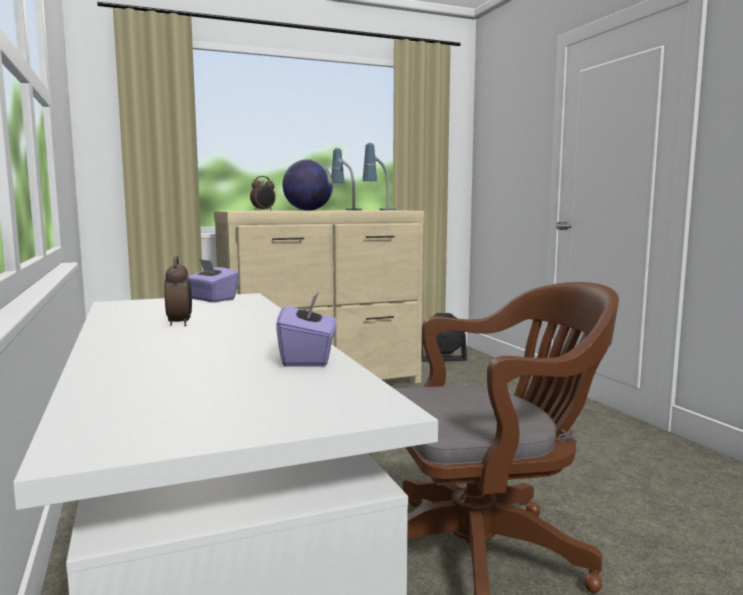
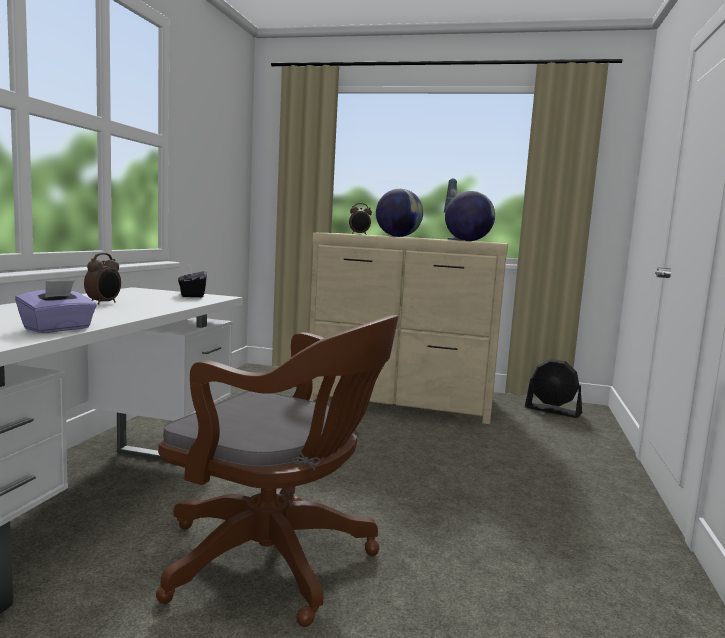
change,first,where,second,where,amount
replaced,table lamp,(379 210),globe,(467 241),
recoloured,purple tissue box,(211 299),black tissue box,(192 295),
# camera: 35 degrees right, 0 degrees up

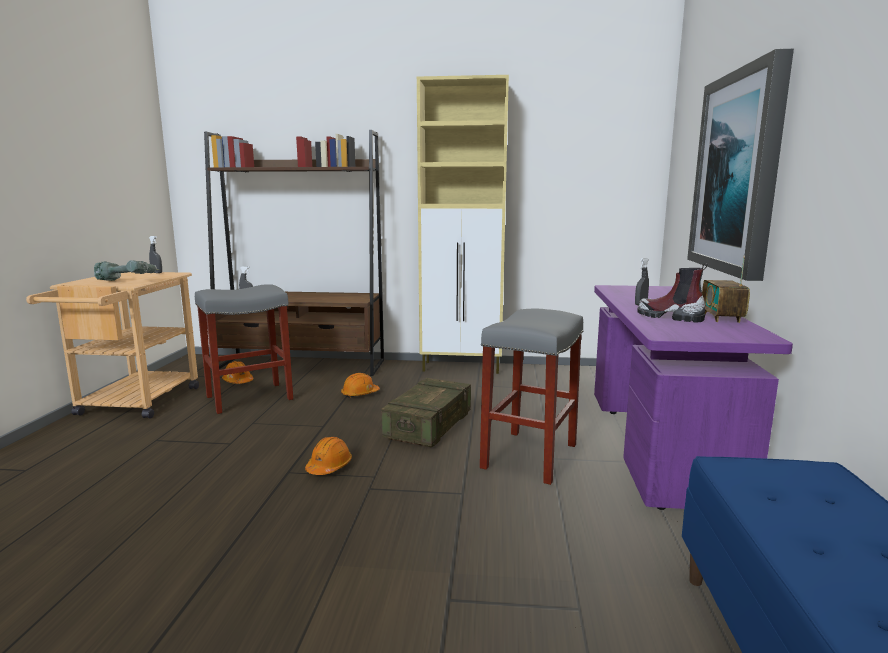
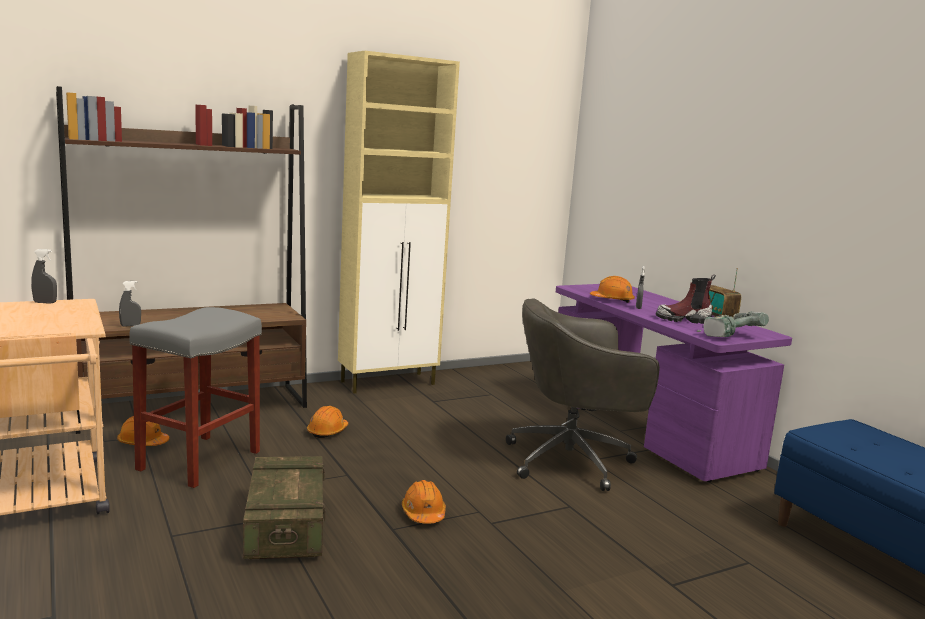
change,first,where,second,where,amount
removed,picture,(738 173),,,
added,,,orange hard hat,(612 300),
moved,power drill,(128 281),,(729 335),
moved,crate,(429 426),,(286 526),
replaced,grey stool,(529 455),grey office chair,(573 461),
# camera: 35 degrees left, 0 degrees up

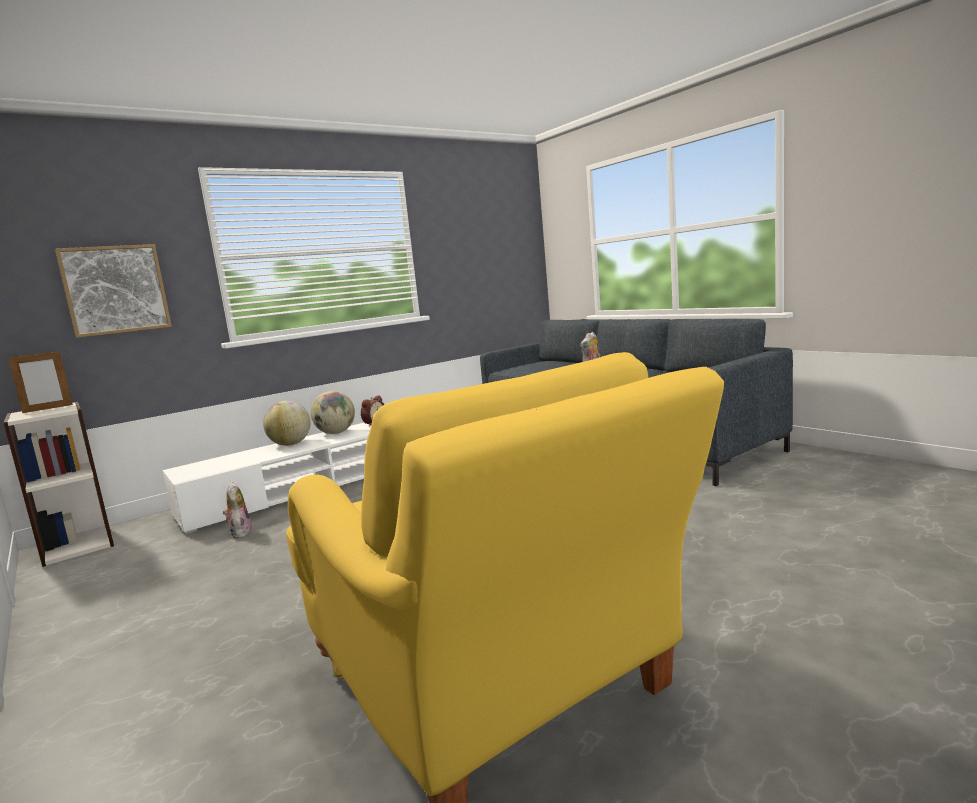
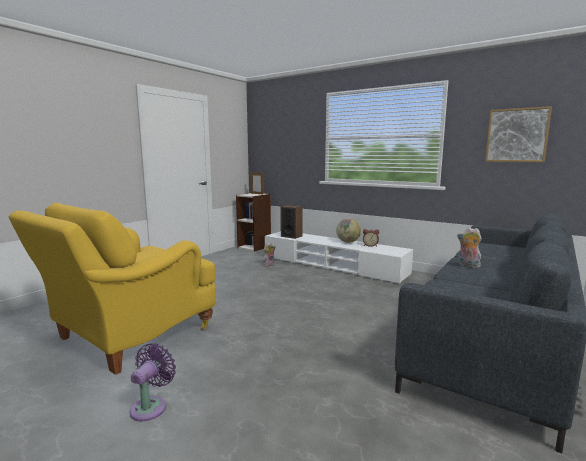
change,first,where,second,where,amount
removed,globe,(290 444),,,
added,,,purple fan,(151 406),
added,,,speaker,(291 236),
moved,picture,(116 289),,(517 135),
# camera: 70 degrees right, 0 degrees up

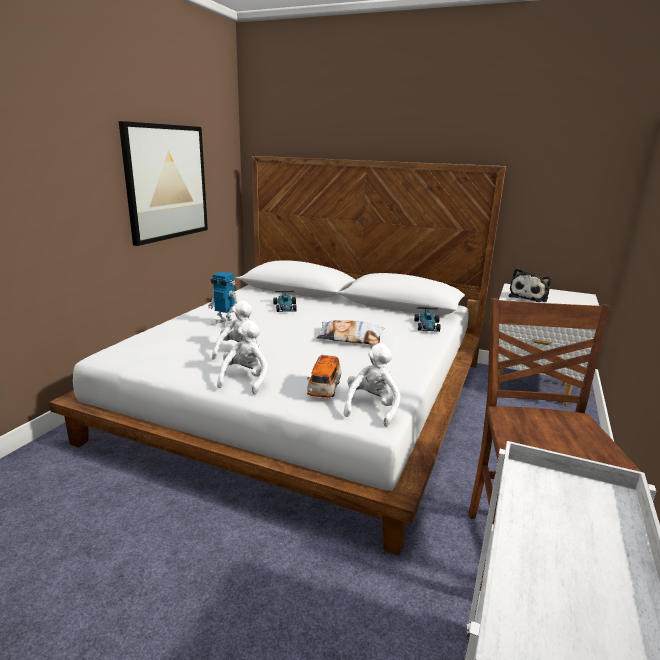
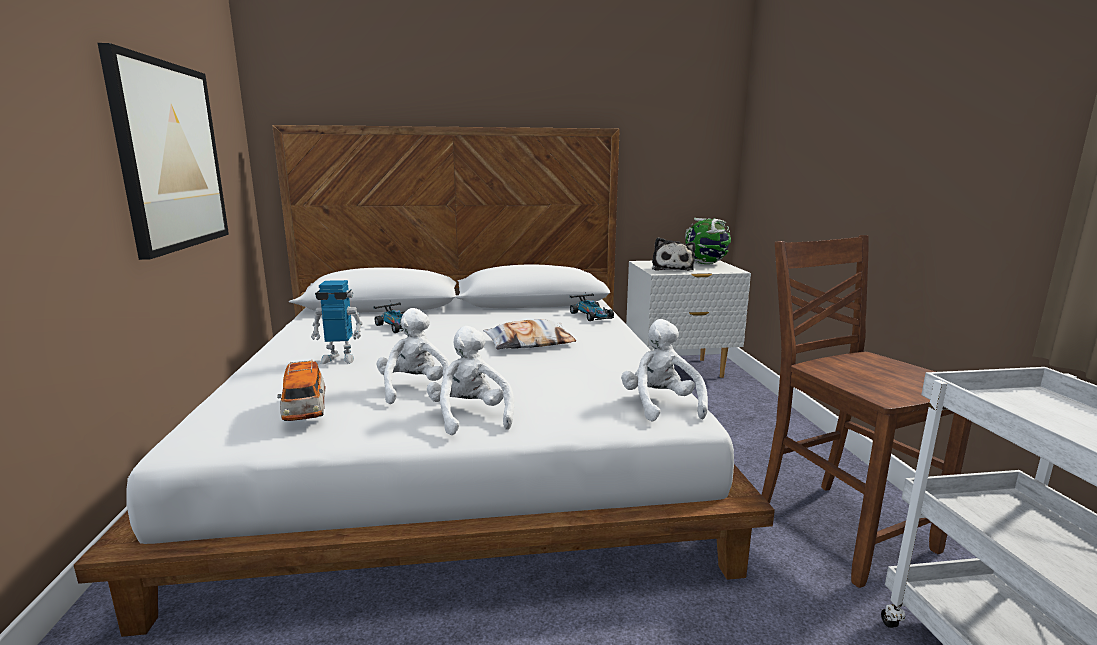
change,first,where,second,where,amount
added,,,globe,(706 264),
moved,toy car,(324 389),,(305 411),
# camera: 30 degrees left, 5 degrees down

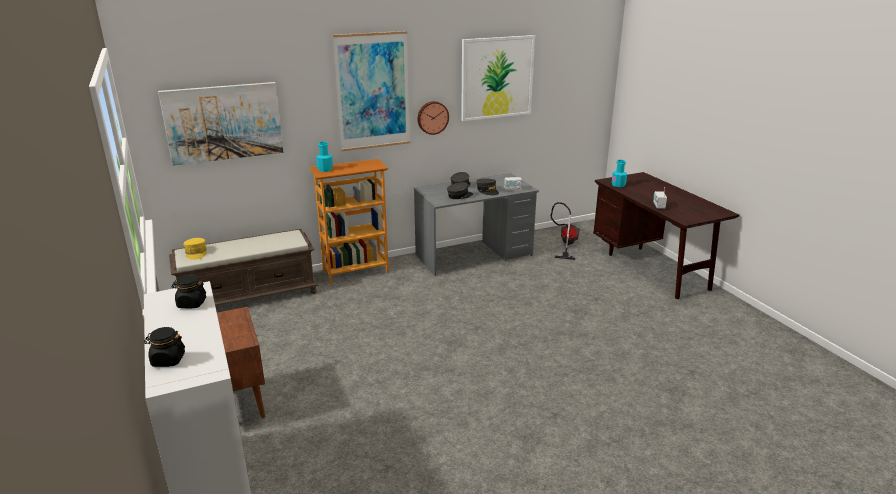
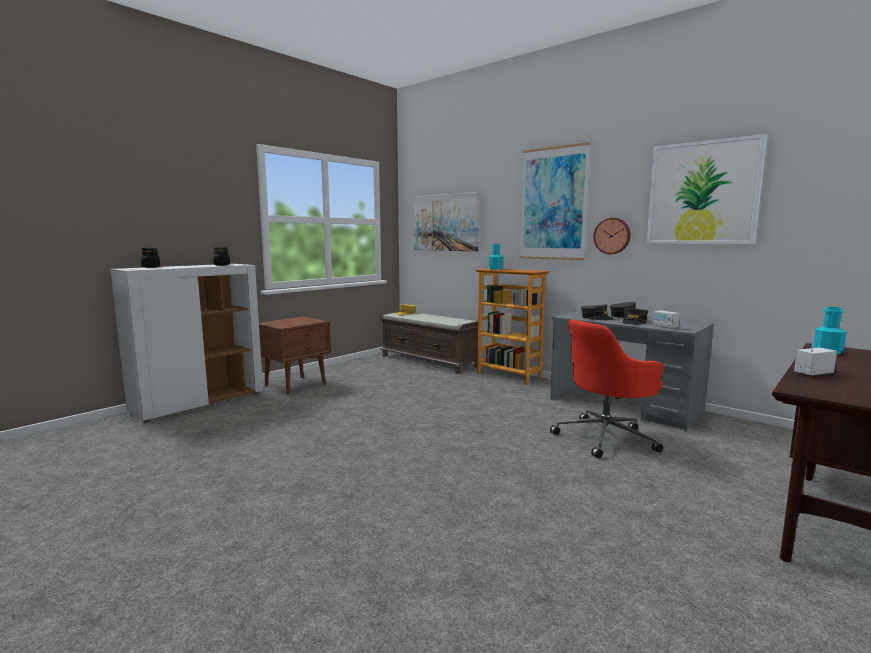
change,first,where,second,where,amount
removed,vacuum cleaner,(565 244),,,
added,,,red office chair,(606 438),
# camera: 65 degrees right, 15 degrees down

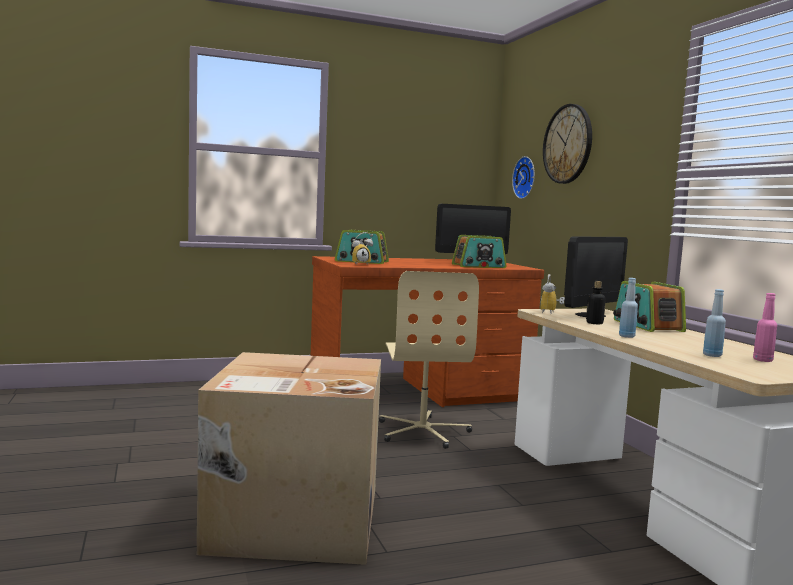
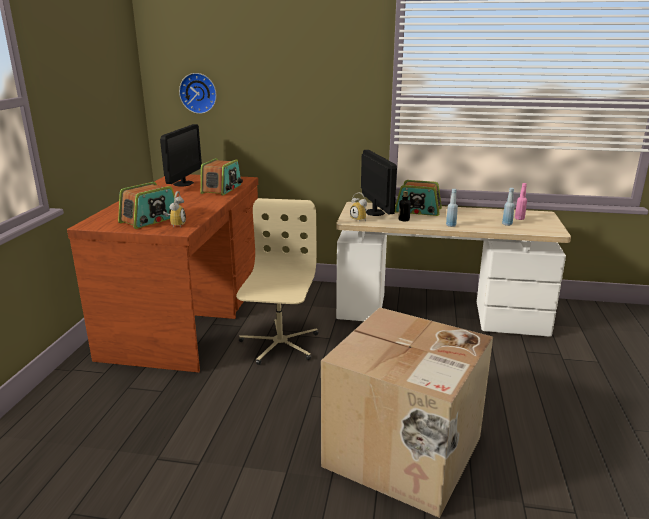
change,first,where,second,where,amount
removed,wall clock,(568 144),,,
turned,beige office chair,(423 431),,(279 344),105 degrees counterclockwise
# camera: 60 degrees left, 15 degrees up

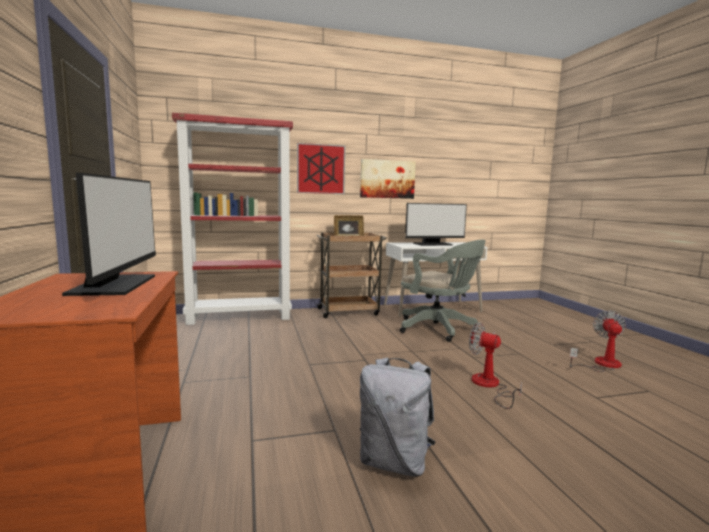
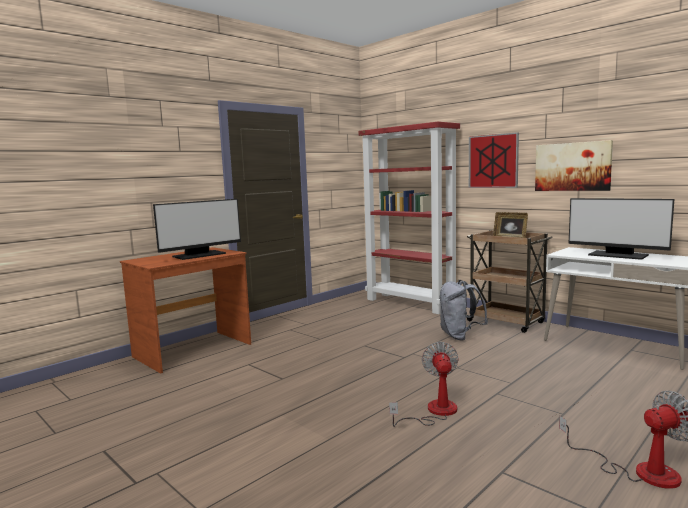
change,first,where,second,where,amount
removed,grey office chair,(439 329),,,
moved,grey backpack,(394 462),,(460 336),
# camera: 60 degrees right, 0 degrees up

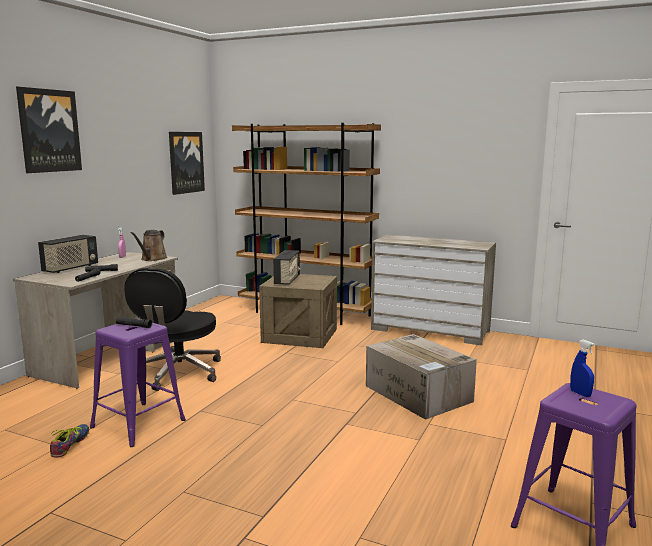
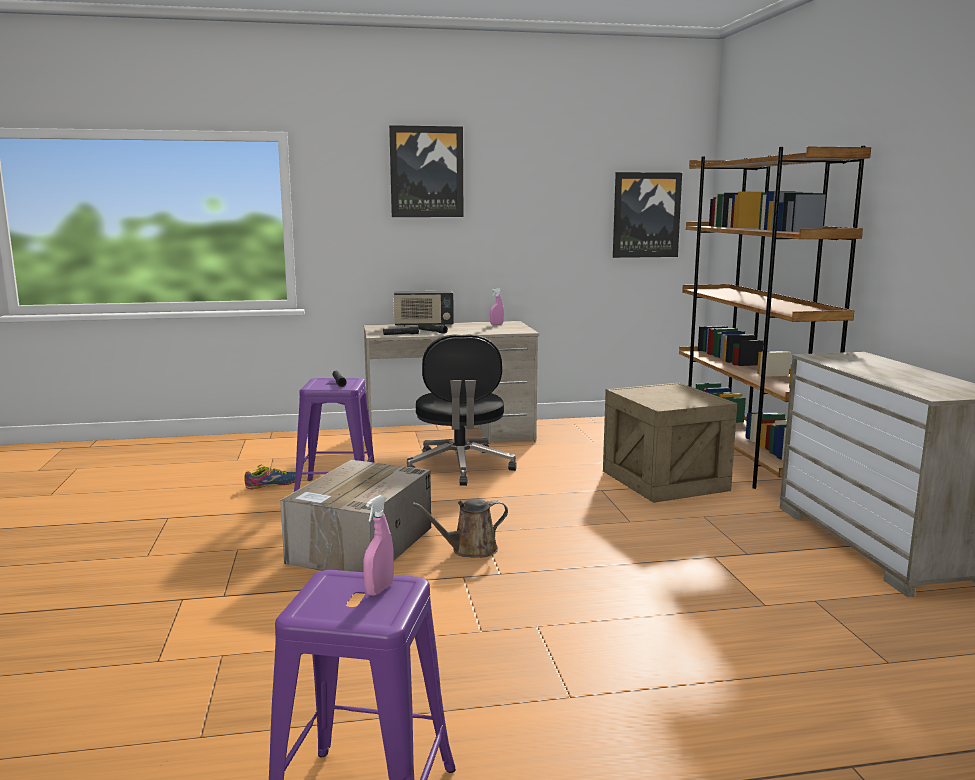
change,first,where,second,where,amount
removed,radio,(287 280),,,
moved,brown watering can,(152 259),,(470 550),
moved,cardboard box,(419 394),,(360 545),
recoloured,blue spray bottle,(580 393),pink spray bottle,(379 589),
turned,black office chair,(178 373),,(460 467),75 degrees counterclockwise
# camera: 55 degrees right, 0 degrees up

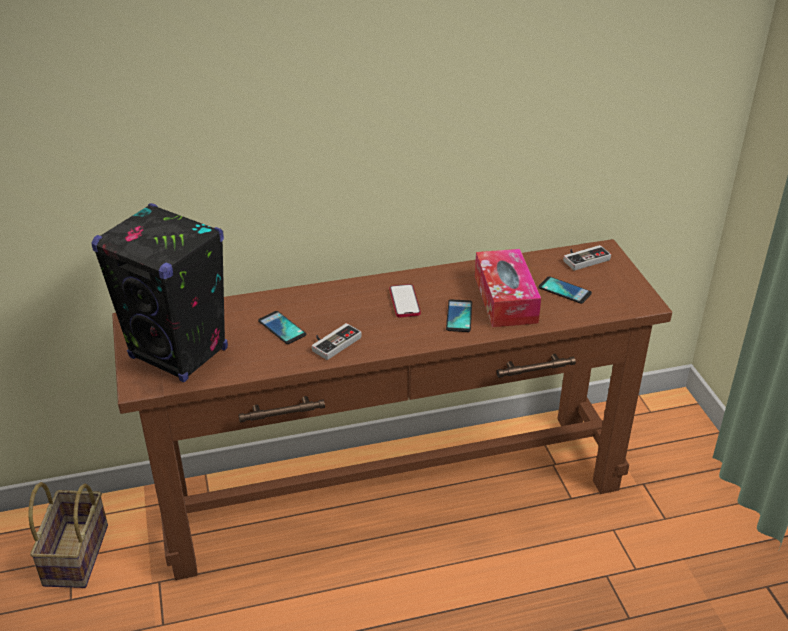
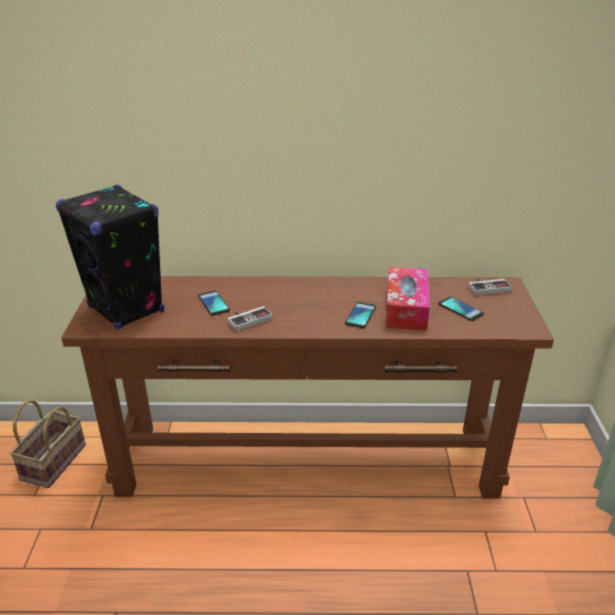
change,first,where,second,where,amount
removed,phone,(404 302),,,
# camera: 15 degrees right, 5 degrees down

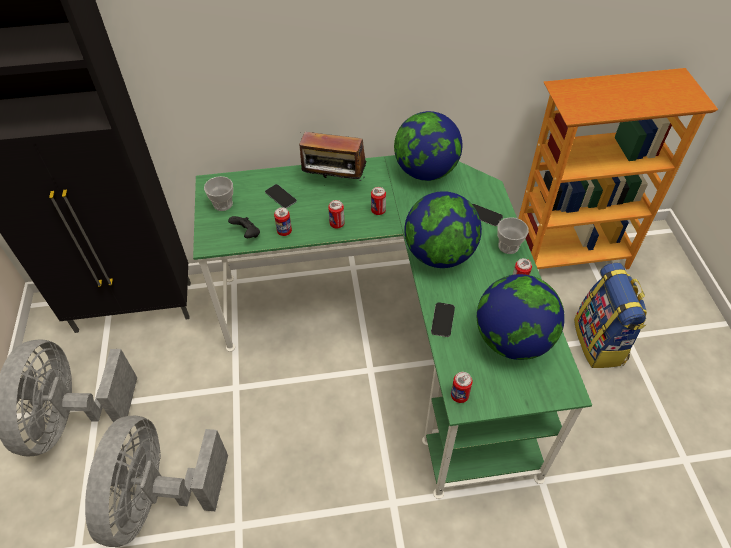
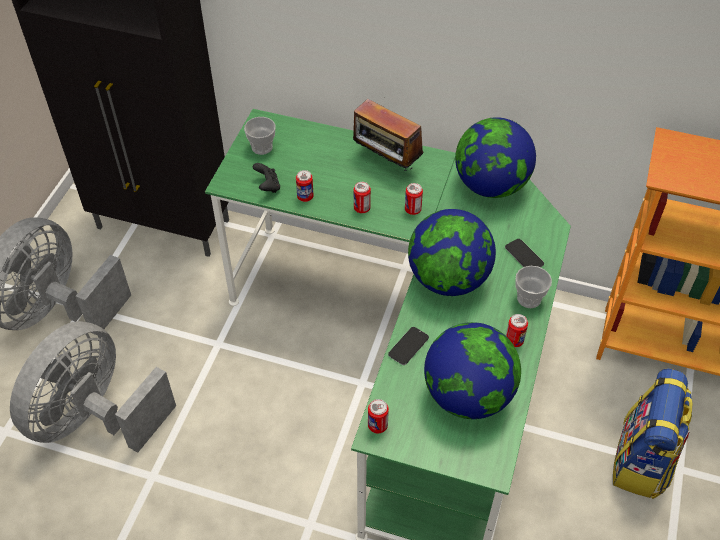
change,first,where,second,where,amount
removed,phone,(280 196),,,
# camera: 25 degrees right, 0 degrees up

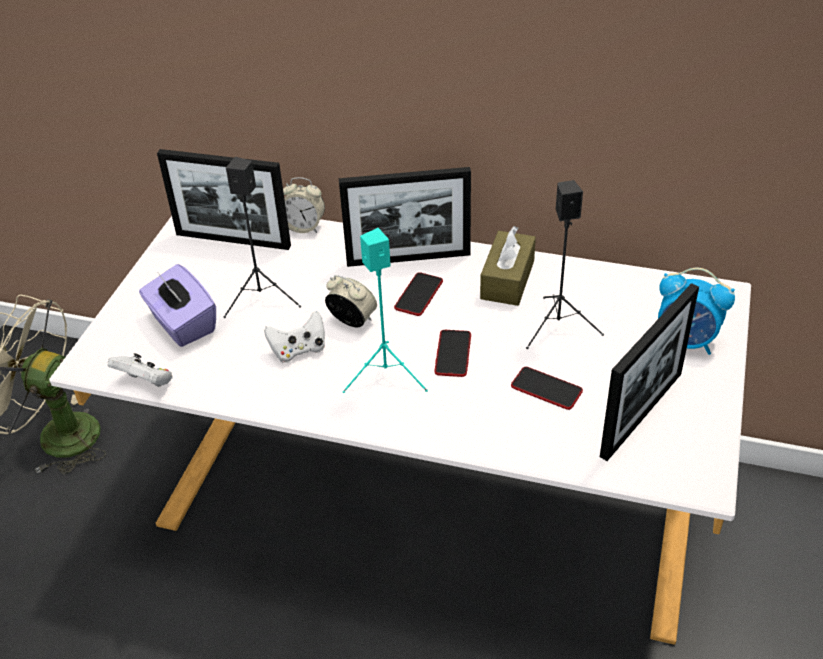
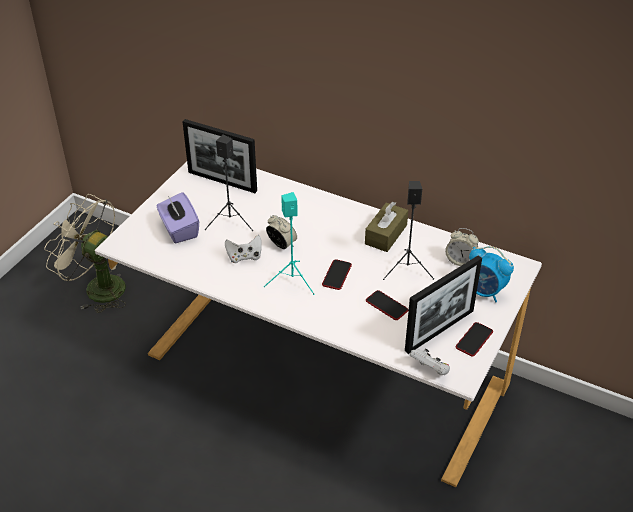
change,first,where,second,where,amount
removed,picture frame,(408 258),,,
moved,white game controller,(146 382),,(430 370),
moved,alarm clock,(304 227),,(460 260),
moved,phone,(418 295),,(474 340),
# camera: 10 degrees right, 0 degrees up

